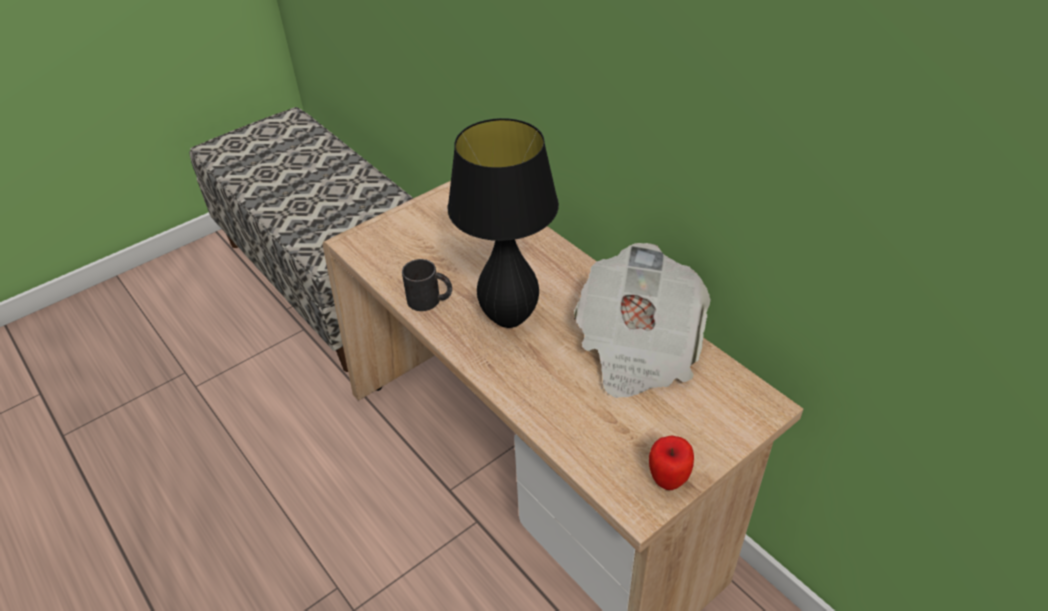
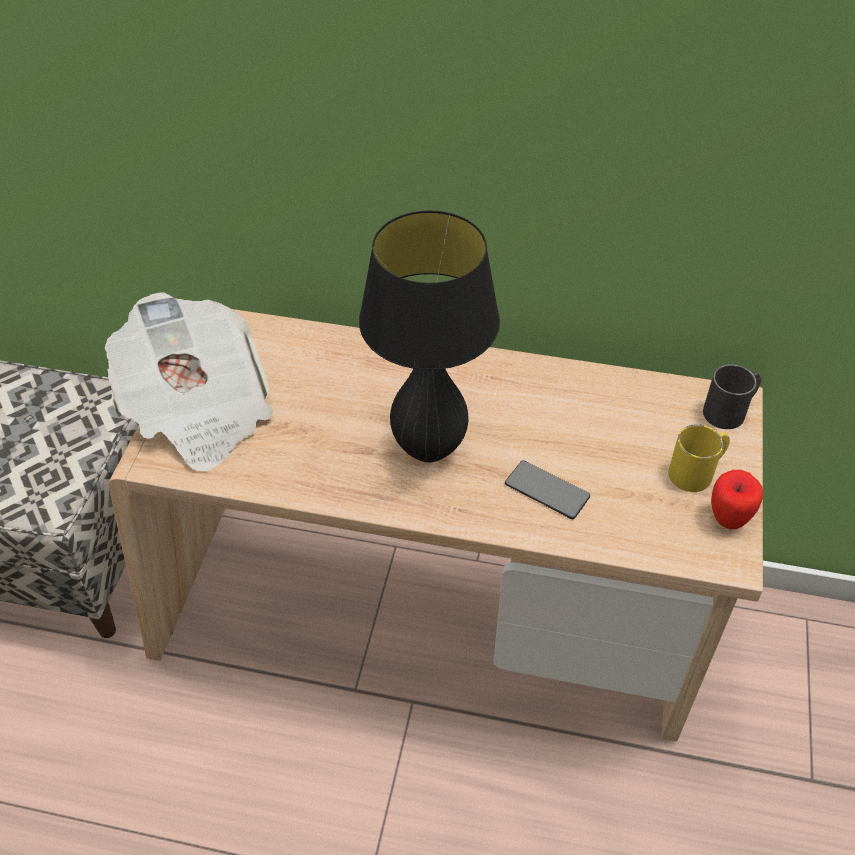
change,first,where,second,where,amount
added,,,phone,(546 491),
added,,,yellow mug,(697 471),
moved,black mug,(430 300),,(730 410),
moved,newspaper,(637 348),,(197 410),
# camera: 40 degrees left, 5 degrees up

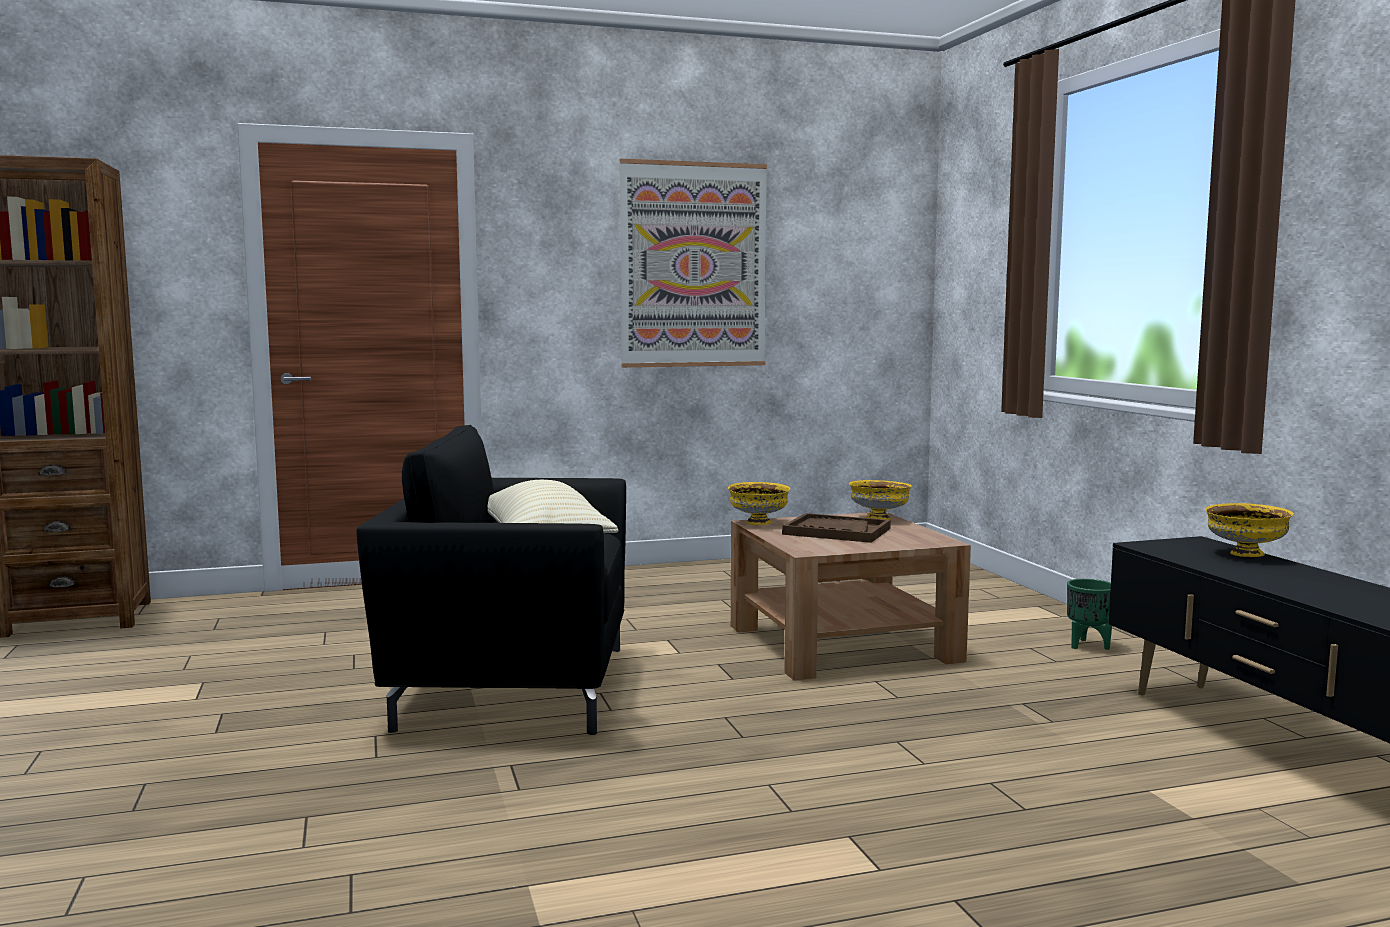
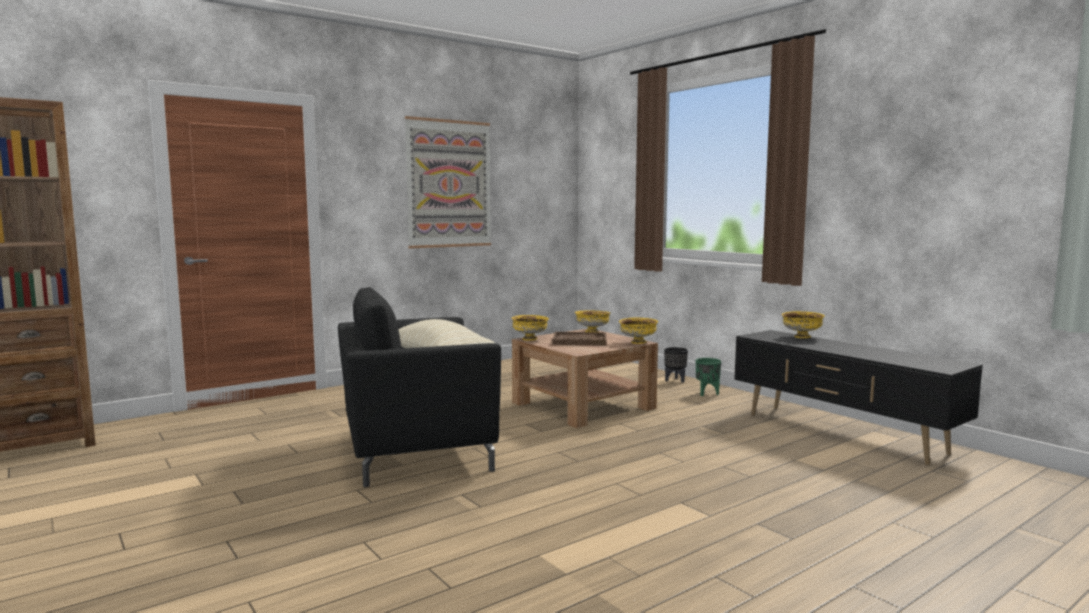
change,first,where,second,where,amount
added,,,yellow bowl,(638 342),
added,,,black planter,(674 380),
# camera: 20 degrees left, 0 degrees up

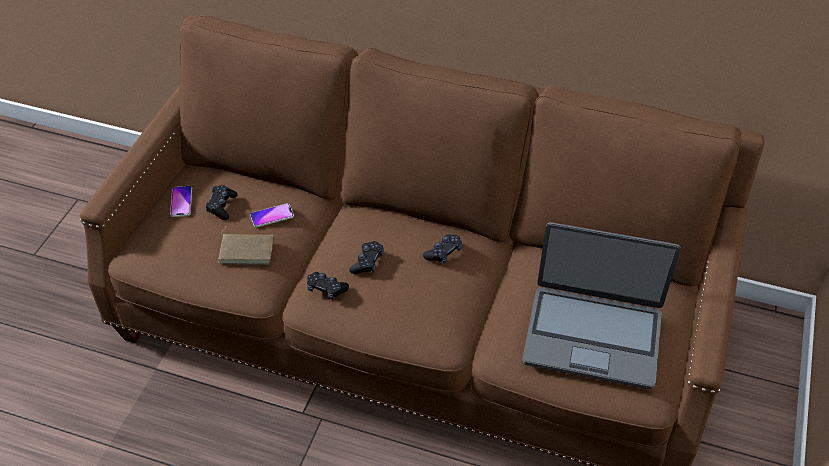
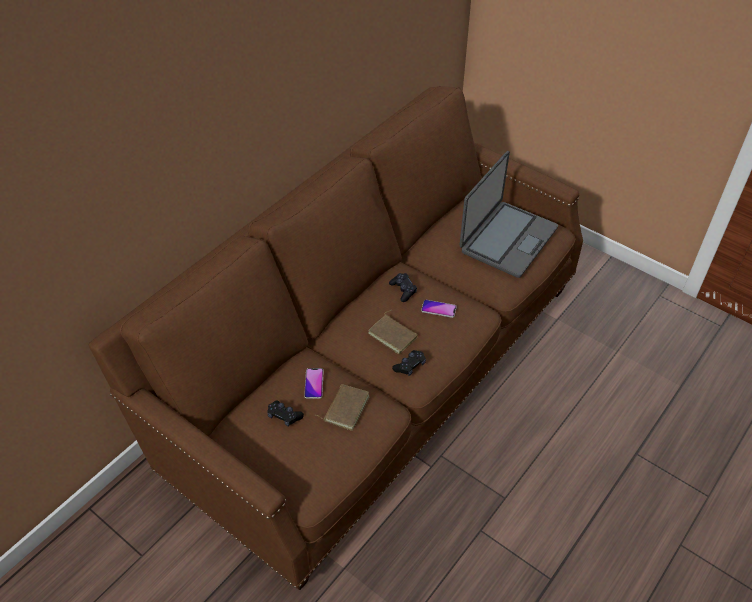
change,first,where,second,where,amount
moved,phone,(181 202),,(438 309),
replaced,black game controller,(367 262),brown book,(393 335),
# camera: 70 degrees left, 0 degrees up

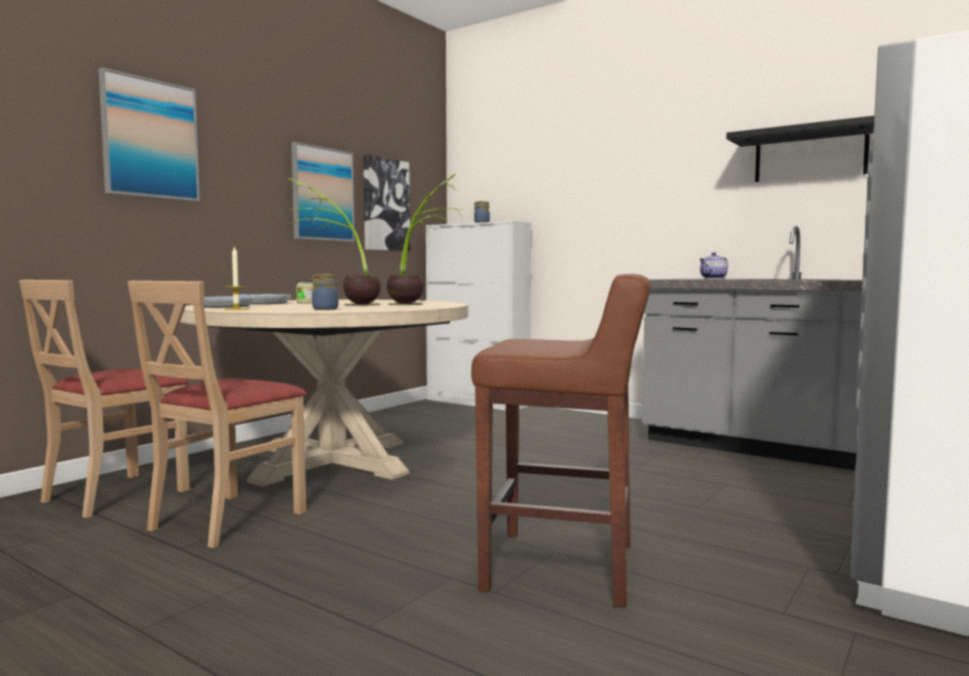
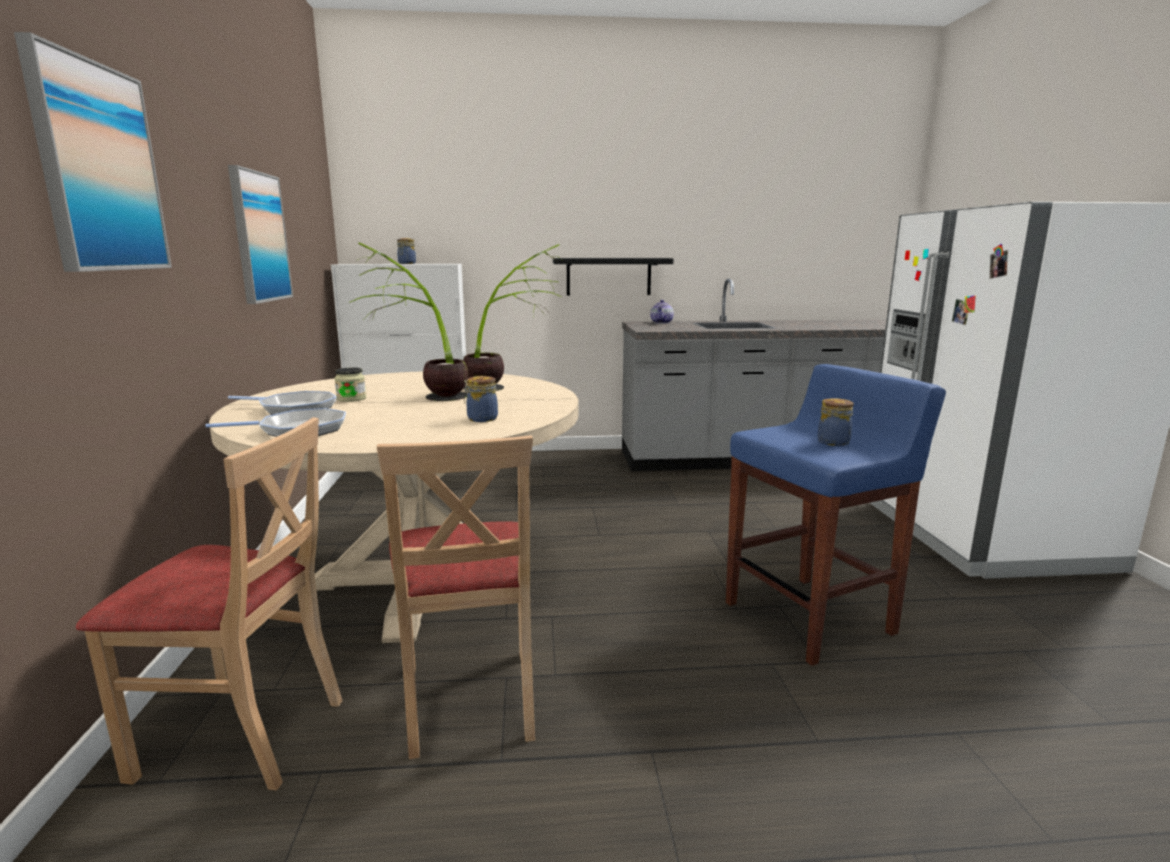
change,first,where,second,where,amount
removed,candle,(236 309),,,
removed,picture,(385 204),,,
added,,,jar,(832 441),
moved,black shelf,(810 155),,(608 276),
recoloured,brown stool,(563 567),blue stool,(810 618),
turned,beige chair,(115 494),,(242 735),75 degrees counterclockwise
# camera: 40 degrees left, 10 degrees up

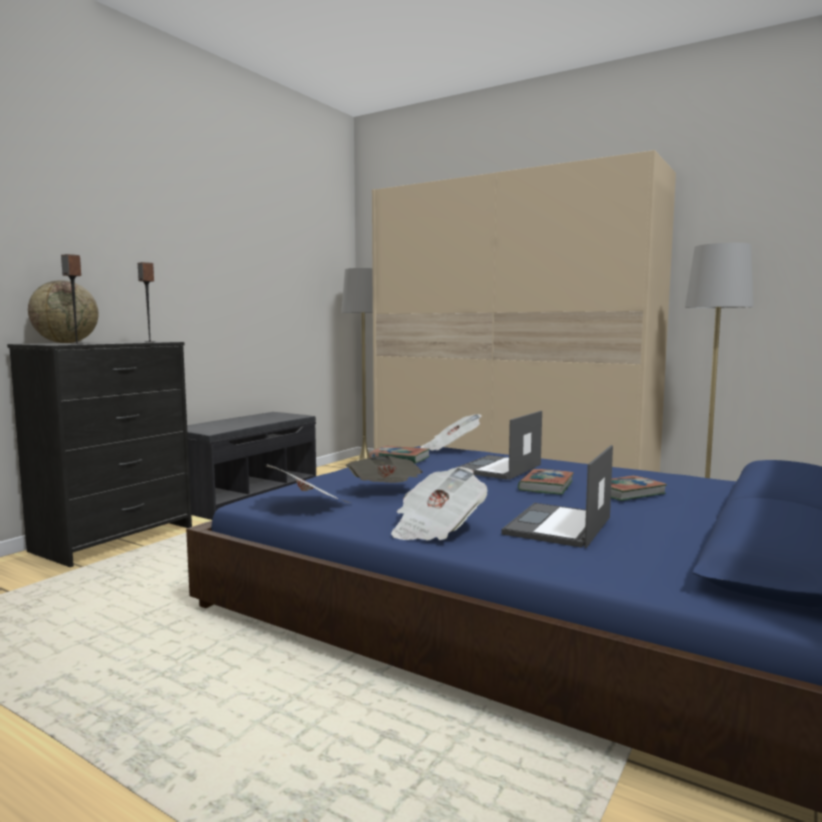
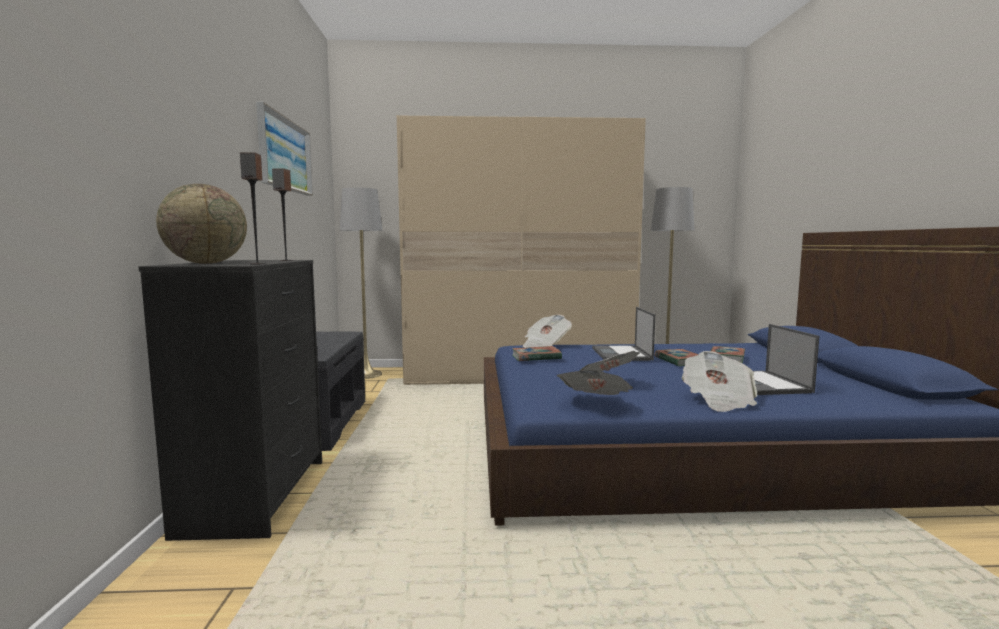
change,first,where,second,where,amount
added,,,picture,(285 154),
# camera: 35 degrees left, 0 degrees up

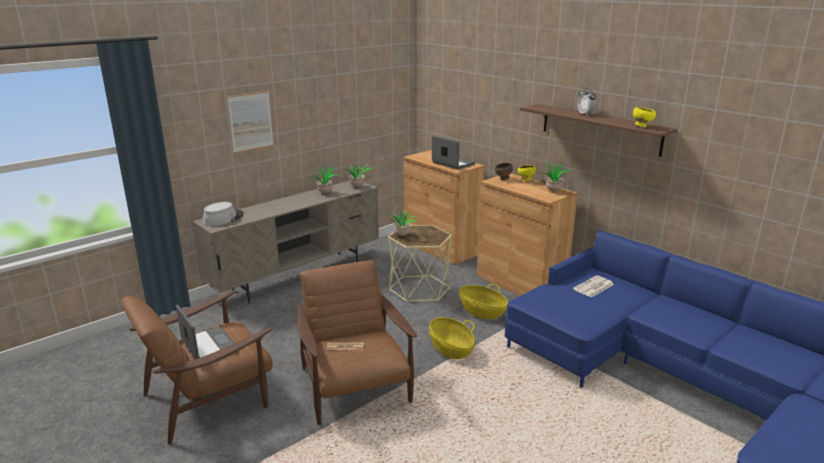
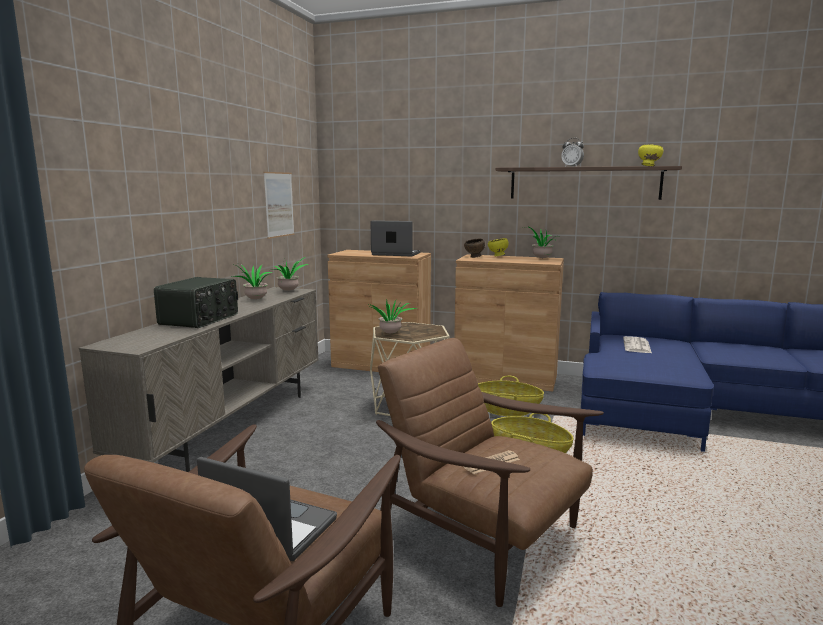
change,first,where,second,where,amount
removed,grey hat,(223 218),,,
added,,,radio,(200 319),
moved,picture,(251 121),,(279 204),
# camera: 30 degrees left, 10 degrees down

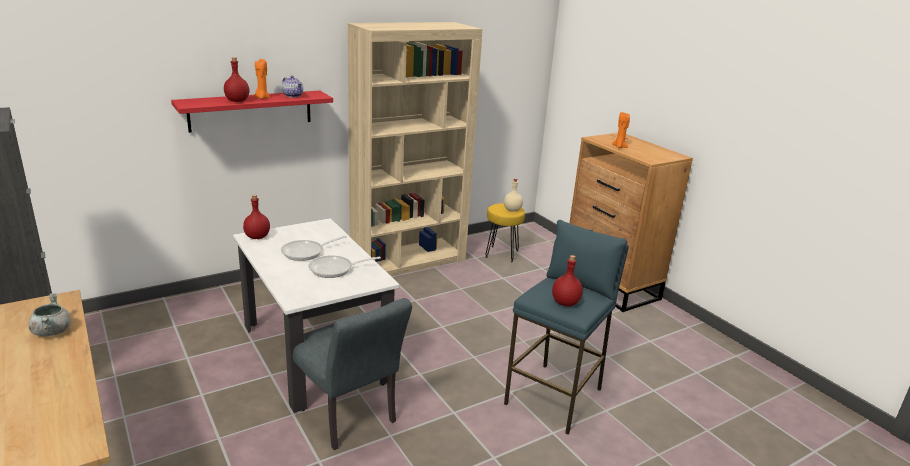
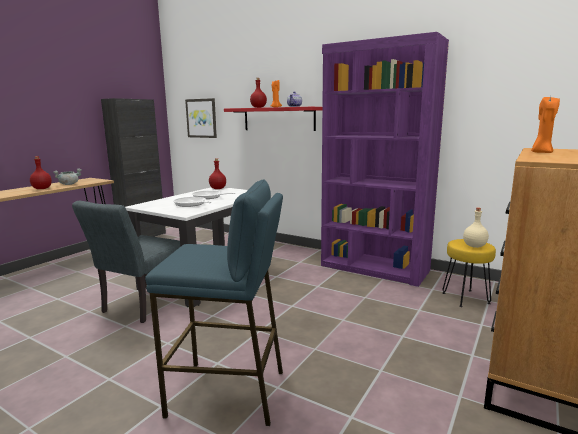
change,first,where,second,where,amount
added,,,picture,(201 118),
moved,red bottle,(566 303),,(41 189),
recoloured,beige bookcase,(409 260),purple bookcase,(374 268),
# camera: 65 degrees right, 10 degrees down

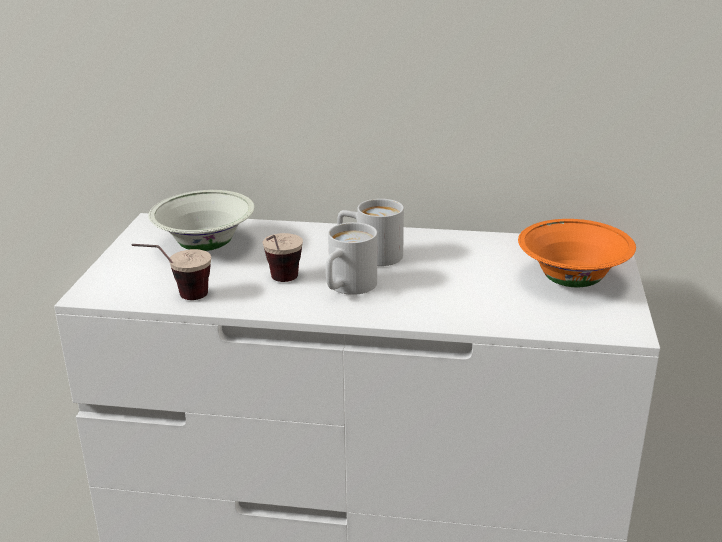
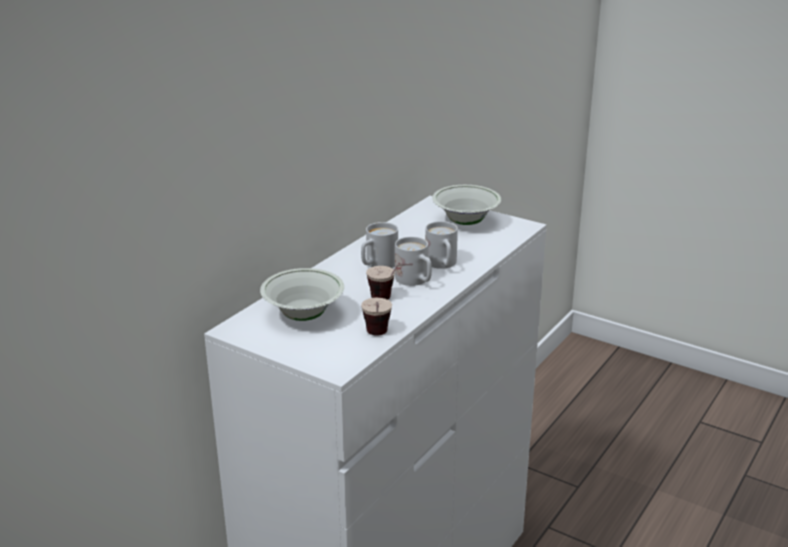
change,first,where,second,where,amount
added,,,white mug,(442 265),
recoloured,orange bowl,(572 281),white bowl,(465 222),
# camera: 65 degrees left, 0 degrees up

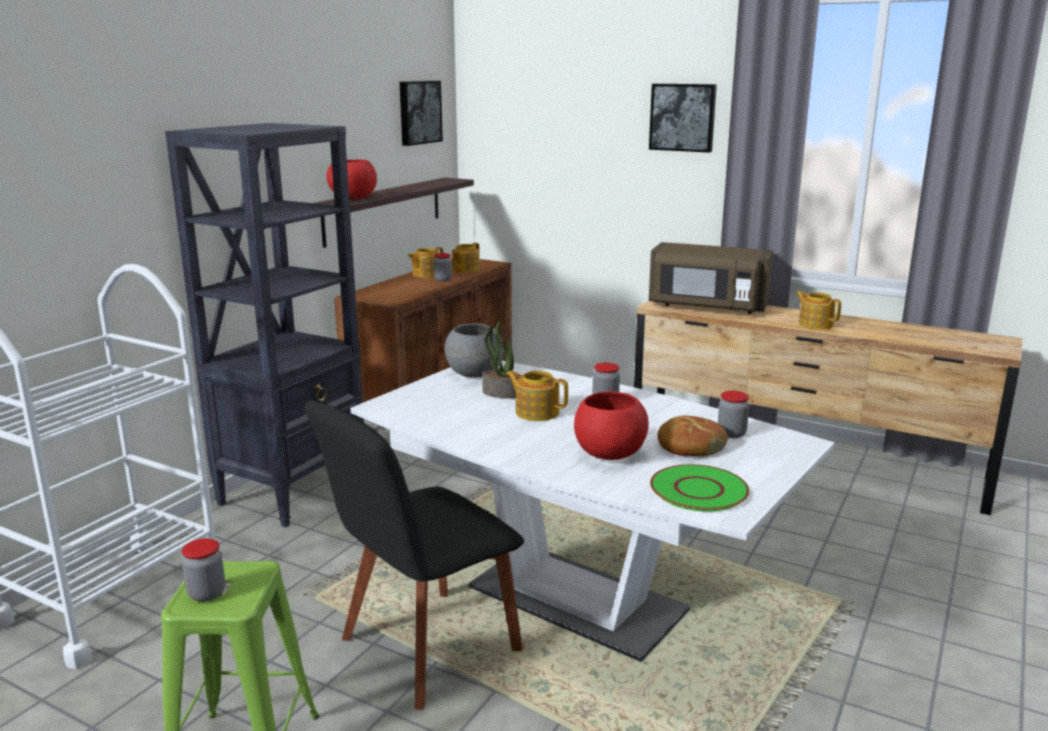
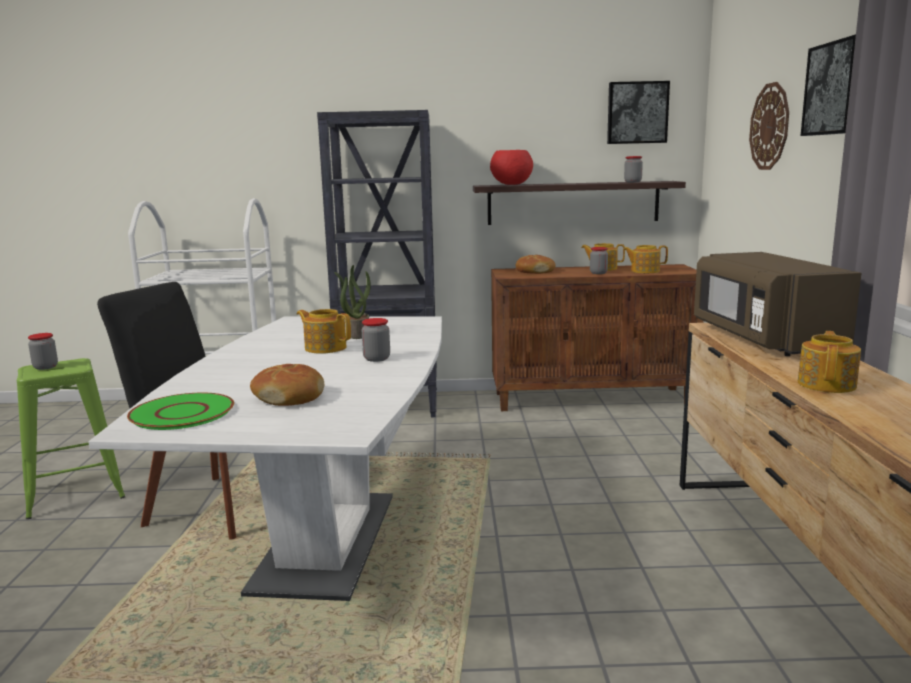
change,first,where,second,where,amount
removed,grey bowl,(474 374),,,
removed,red bowl,(610 455),,,
added,,,bread,(534 271),
added,,,wall clock,(770 126),
moved,jar,(731 433),,(632 182),
turned,teapot,(536 412),,(325 348),60 degrees counterclockwise
# camera: 60 degrees right, 5 degrees down

